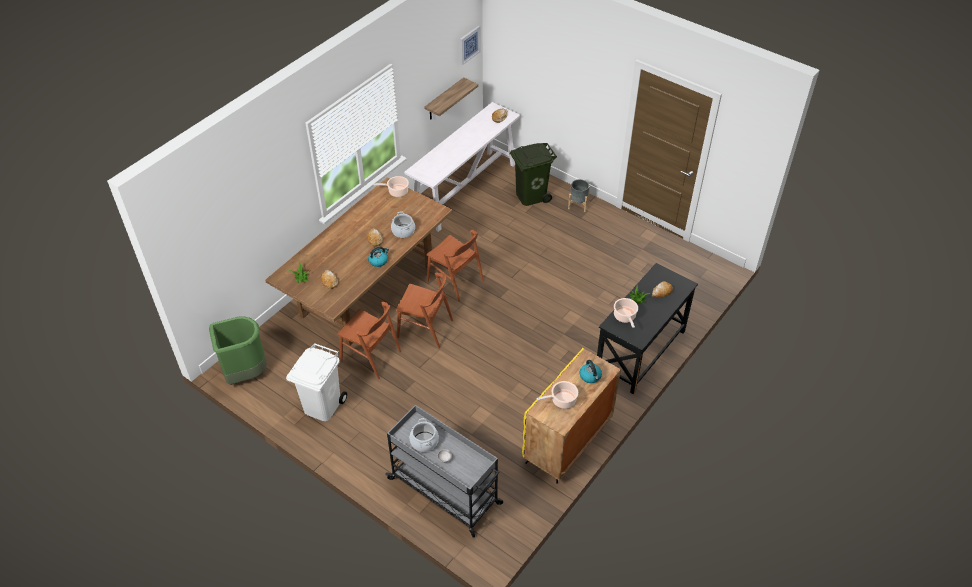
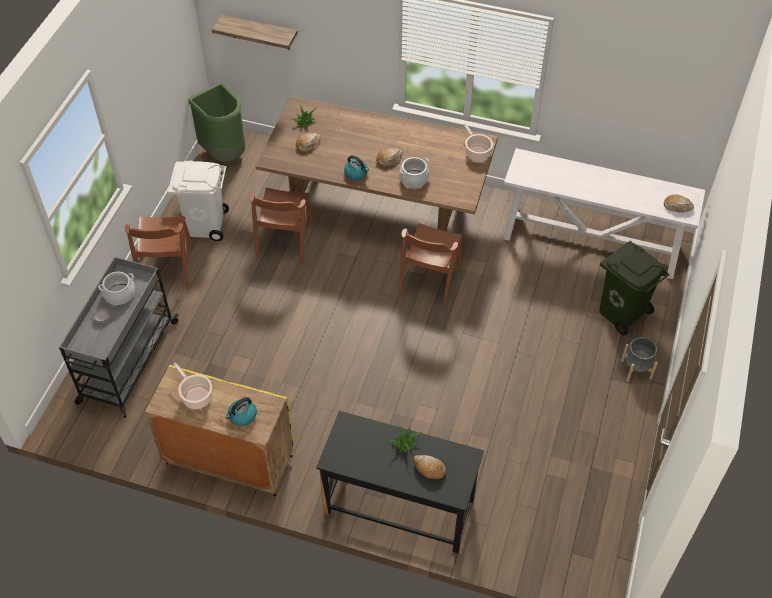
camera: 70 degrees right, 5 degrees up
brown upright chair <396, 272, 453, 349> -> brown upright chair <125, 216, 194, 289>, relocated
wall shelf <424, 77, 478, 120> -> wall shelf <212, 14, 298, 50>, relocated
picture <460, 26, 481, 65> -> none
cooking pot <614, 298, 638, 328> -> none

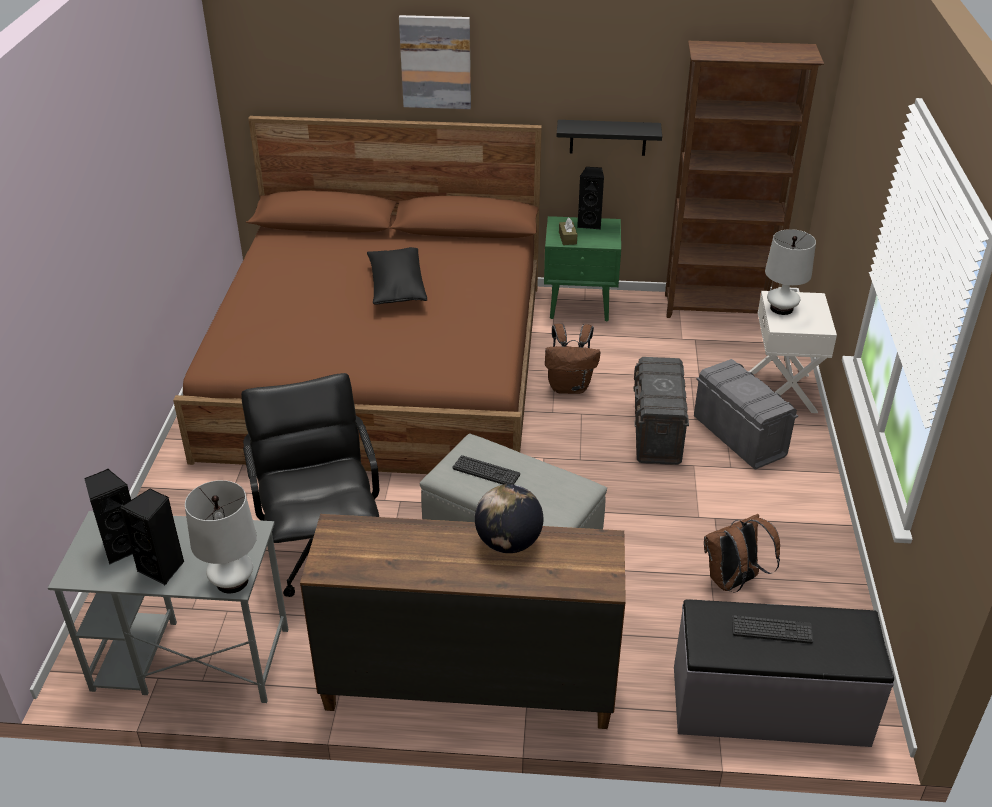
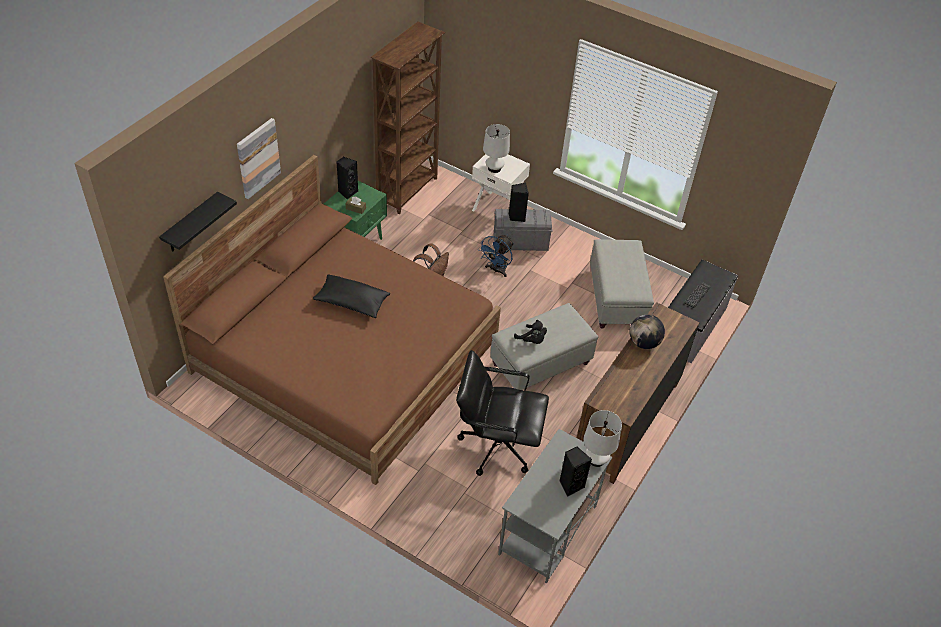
camera: 65 degrees left, 10 degrees up
blackish wall shelf <557, 120, 662, 156> -> blackish wall shelf <159, 192, 237, 252>, relocated
gray storage bin <633, 357, 689, 465> -> blue fan <478, 235, 514, 277>
blackish speaker <84, 469, 132, 565> -> blackish speaker <509, 183, 529, 222>, relocated
keyboard <453, 455, 520, 485> -> blackish cuddly toy <514, 320, 547, 344>
brown backpack <704, 514, 780, 592> -> gray footrest <590, 239, 654, 329>

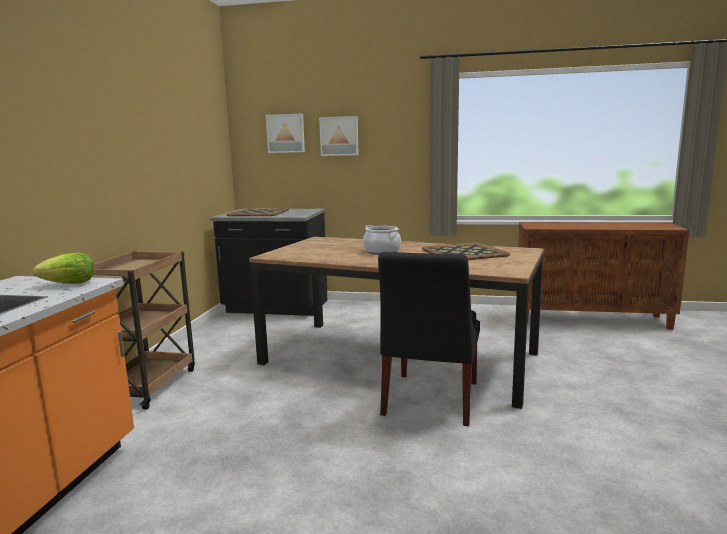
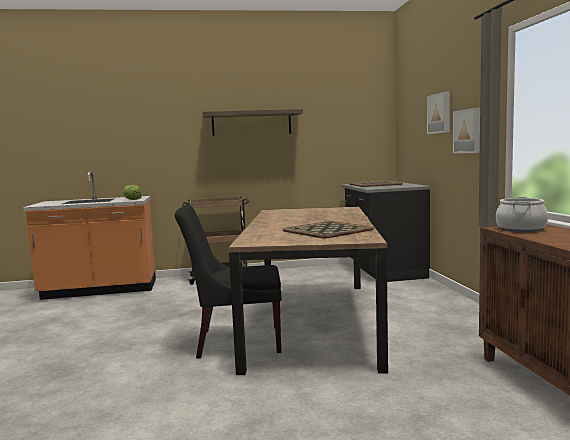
camera: 70 degrees right, 5 degrees down
none -> wall shelf <203, 109, 303, 136>
picture <266, 114, 305, 153> -> picture <453, 108, 480, 153>, relocated
cooking pot <363, 225, 401, 255> -> cooking pot <496, 196, 548, 232>, relocated

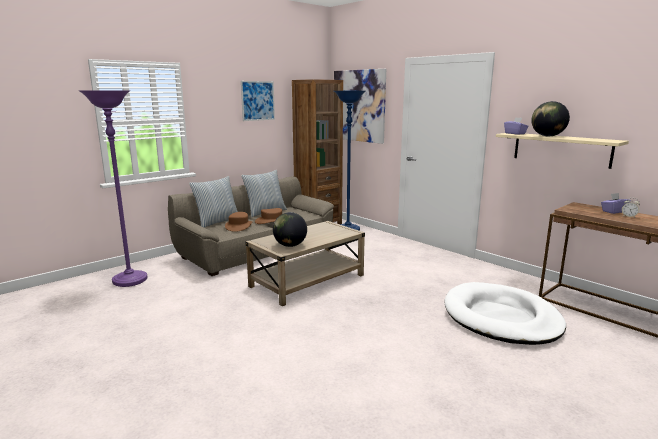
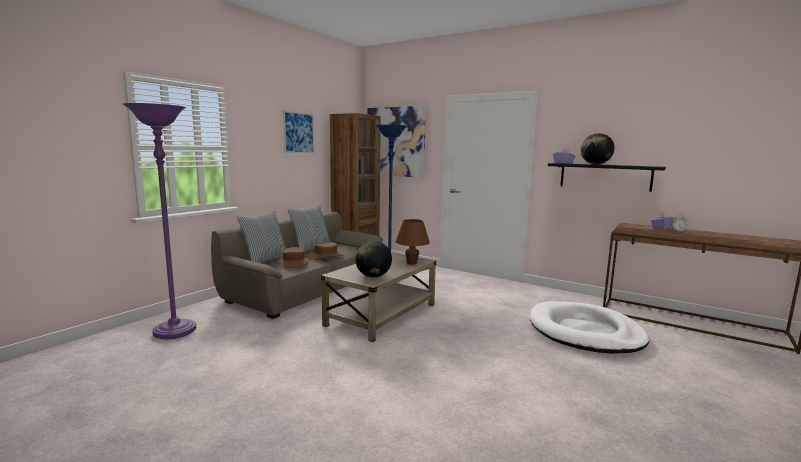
camera: 15 degrees left, 5 degrees down
none -> brown tabletop lamp <396, 219, 430, 265>
sand-coloured wall shelf <496, 133, 629, 169> -> blackish wall shelf <548, 163, 666, 192>

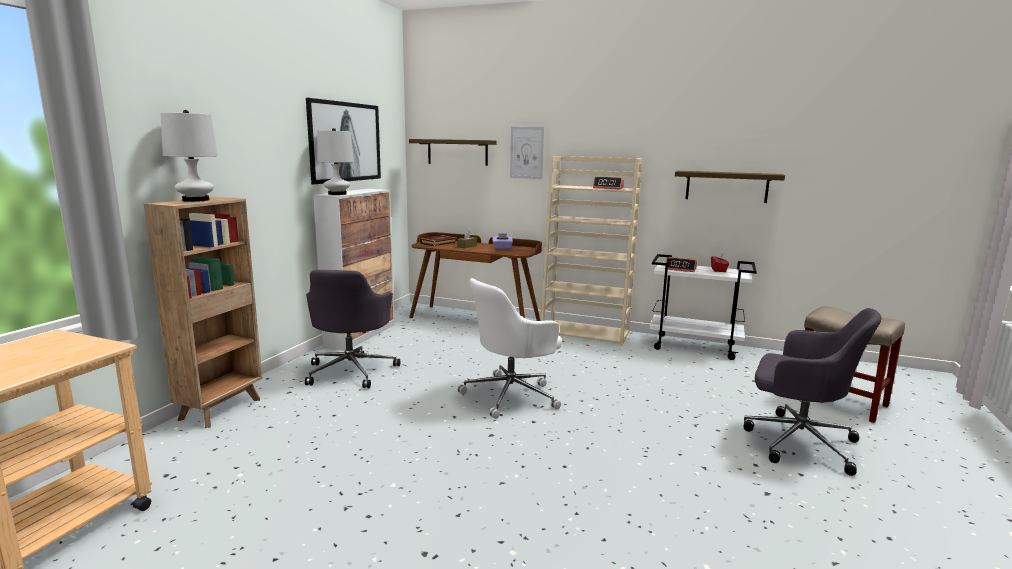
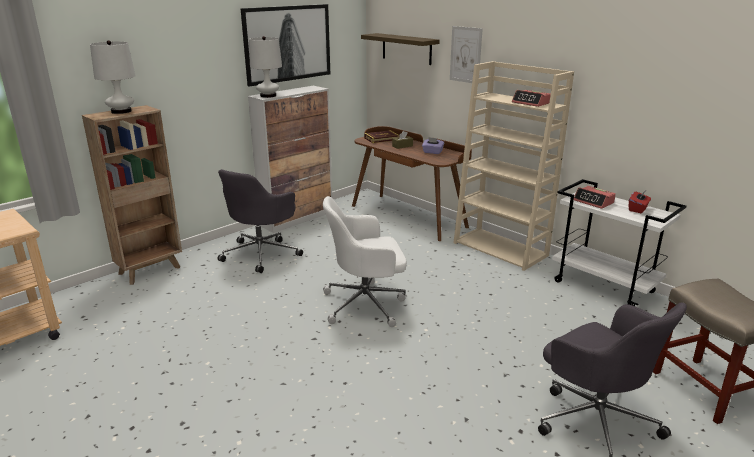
camera: 25 degrees right, 10 degrees up
wall shelf <675, 171, 785, 203> -> none

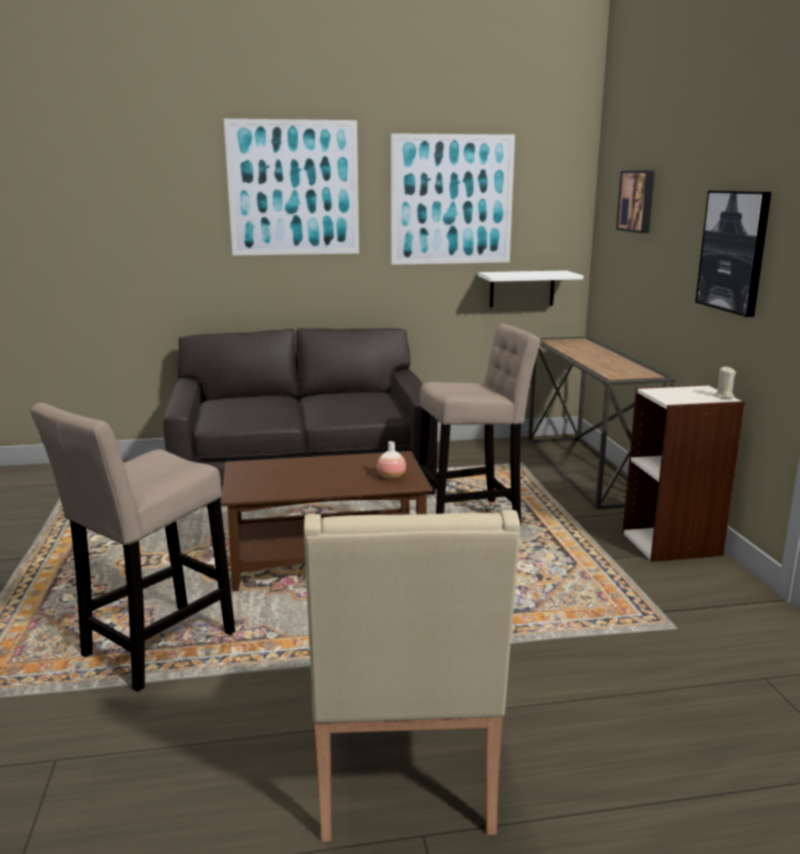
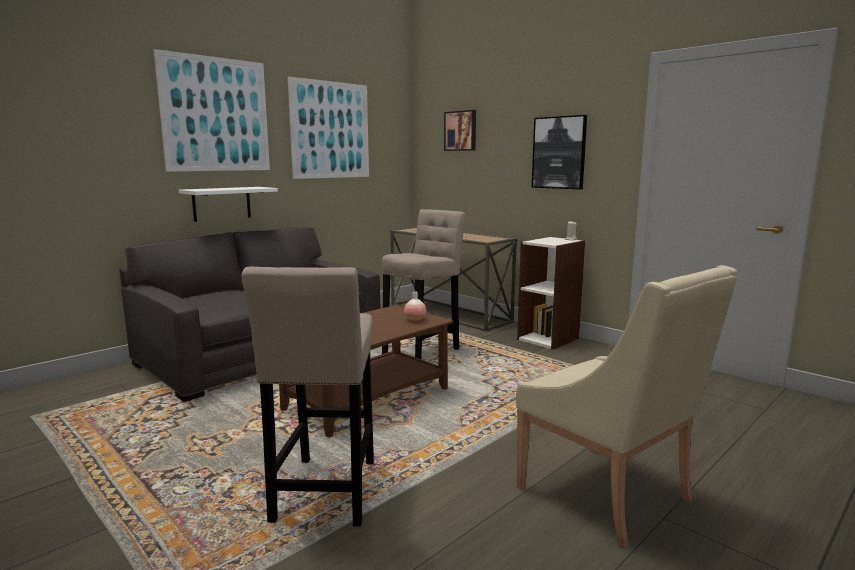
camera: 35 degrees left, 5 degrees down
white wall shelf <478, 270, 583, 307> -> white wall shelf <179, 187, 278, 222>, relocated

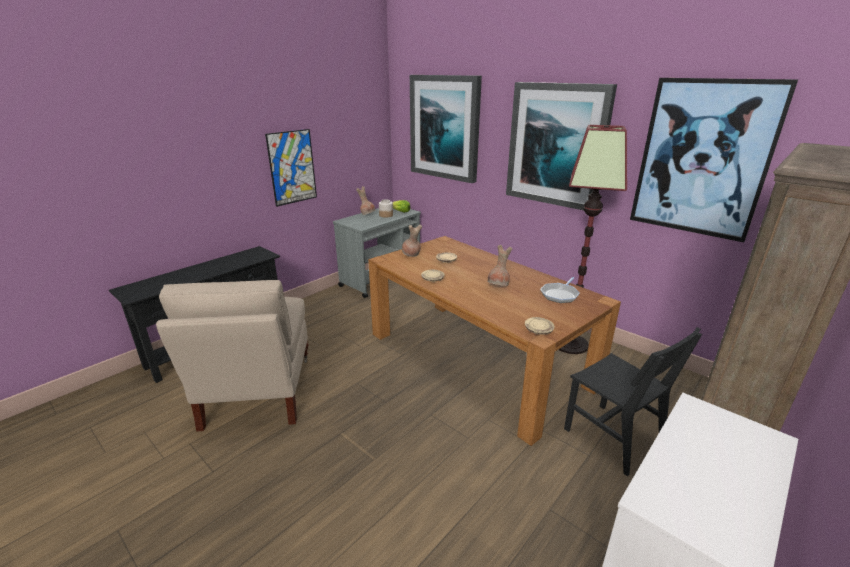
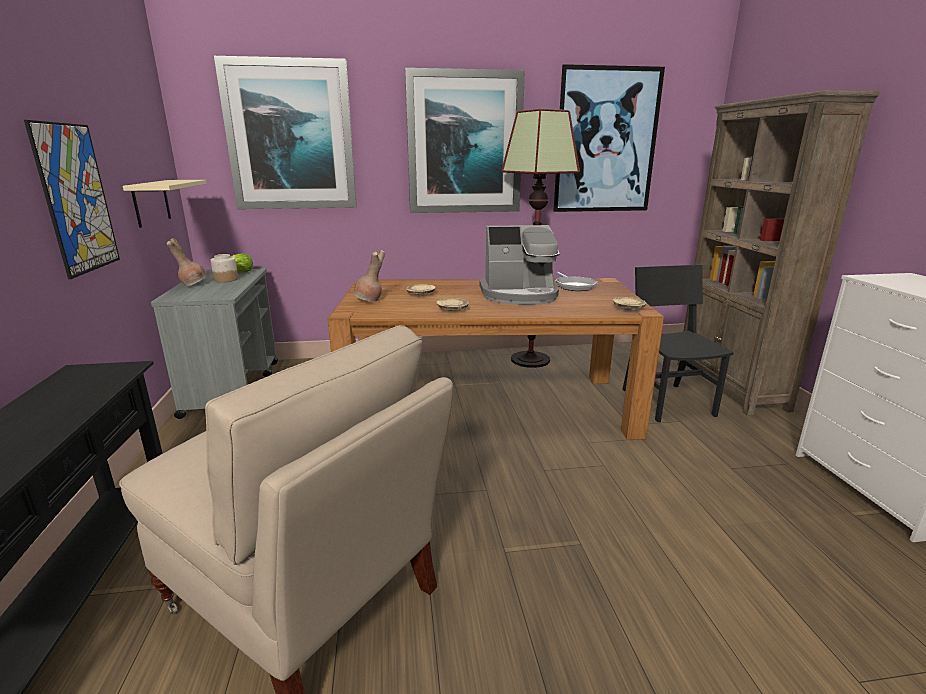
camera: 50 degrees left, 5 degrees down
none -> sand-coloured wall shelf <123, 180, 207, 228>
brown vase <488, 245, 512, 286> -> coffee brewer <479, 225, 560, 305>
blackish upright chair <564, 327, 702, 476> -> blackish upright chair <622, 265, 734, 422>, 105 degrees counterclockwise

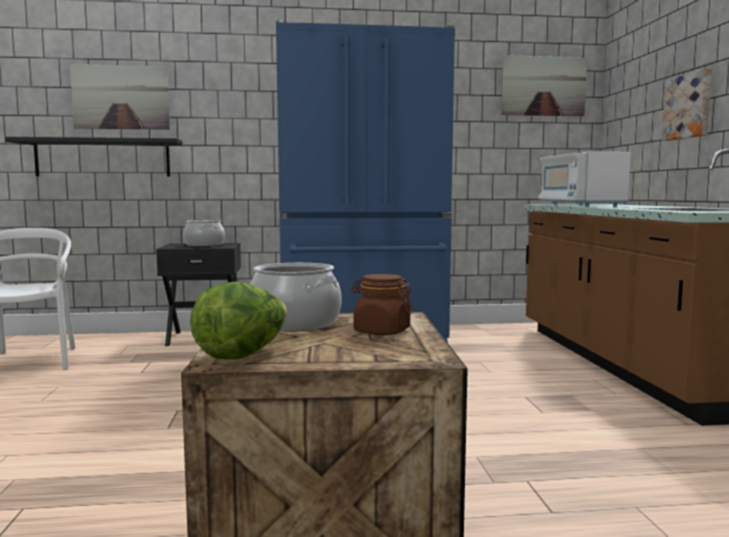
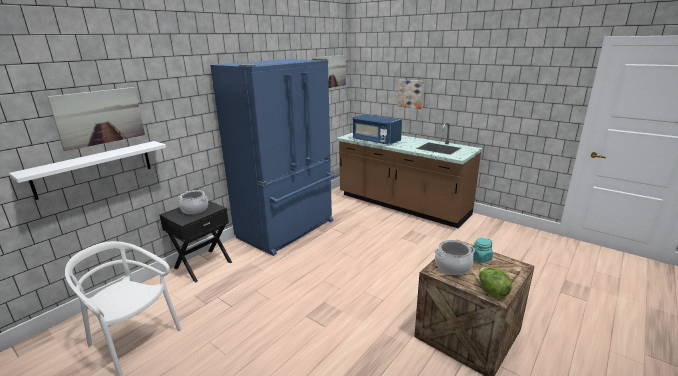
camera: 45 degrees left, 15 degrees up
blackish wall shelf <5, 137, 183, 177> -> white wall shelf <9, 141, 166, 200>
white microwave oven <539, 152, 631, 207> -> blue microwave oven <353, 114, 402, 145>
brown preserve jar <351, 274, 413, 335> -> turquoise preserve jar <471, 238, 493, 263>

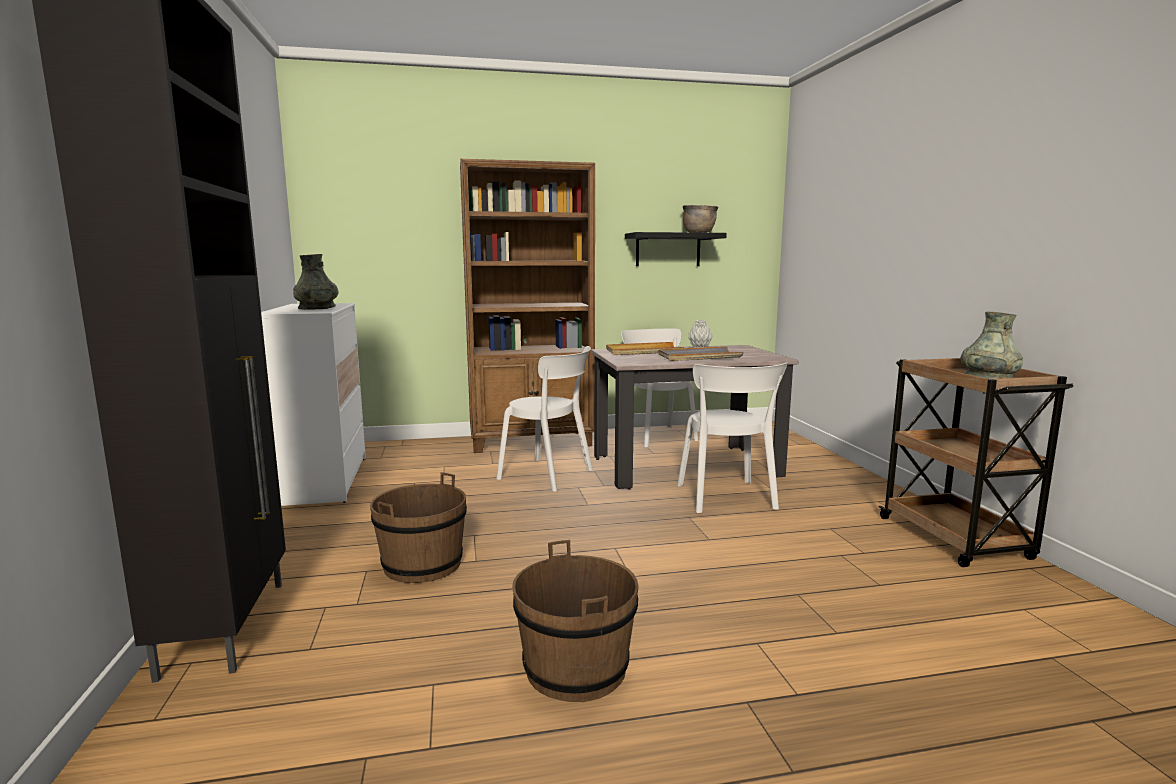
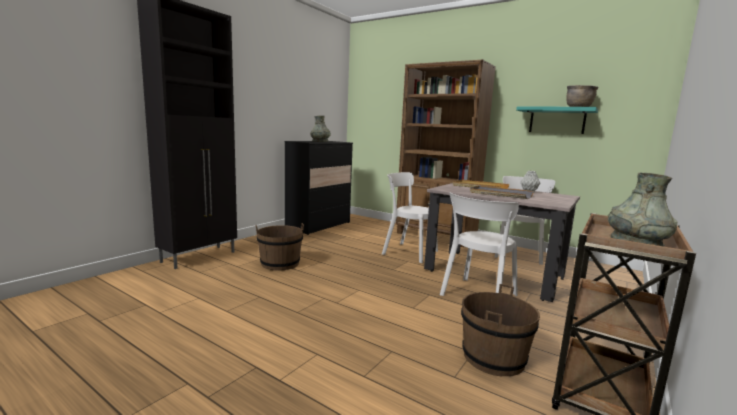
camera: 45 degrees right, 0 degrees up
white chest of drawers <261, 303, 366, 506> -> blackish chest of drawers <284, 141, 353, 235>
white upright chair <496, 346, 593, 492> -> white upright chair <382, 172, 438, 263>, 135 degrees clockwise
brown bucket <512, 540, 639, 702> -> brown bucket <461, 284, 540, 376>, relocated
blackish wall shelf <625, 232, 727, 266> -> turquoise wall shelf <516, 106, 598, 134>

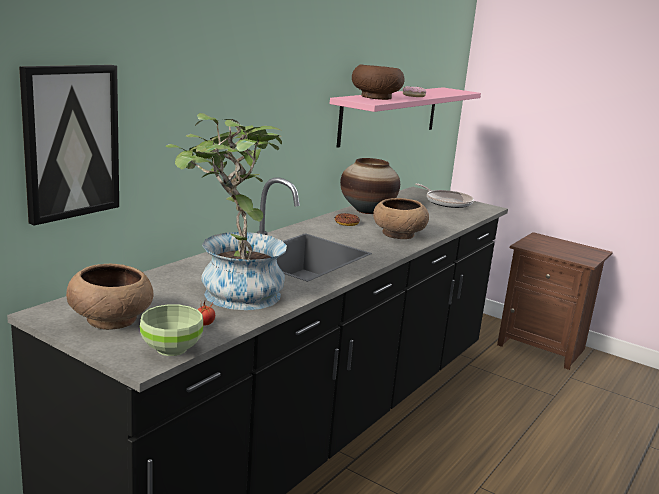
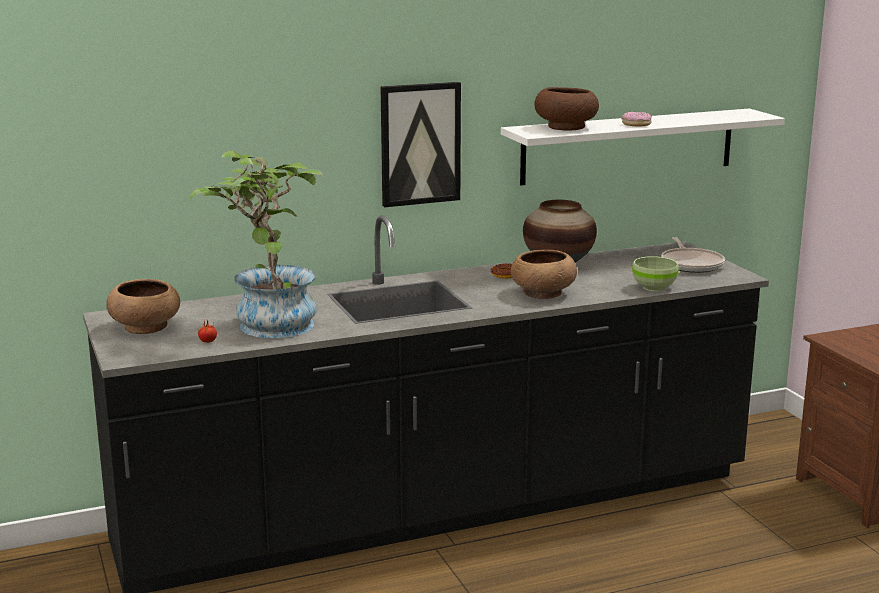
camera: 35 degrees right, 0 degrees up
picture <19, 65, 119, 226> -> picture <380, 82, 461, 207>, relocated
pink wall shelf <330, 87, 481, 148> -> white wall shelf <501, 108, 785, 185>
green-coloured bowl <140, 305, 203, 356> -> green-coloured bowl <632, 256, 679, 291>, relocated

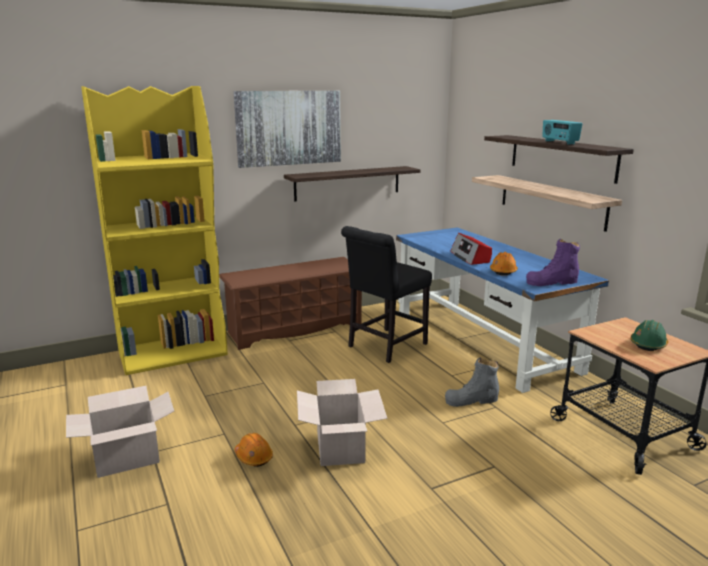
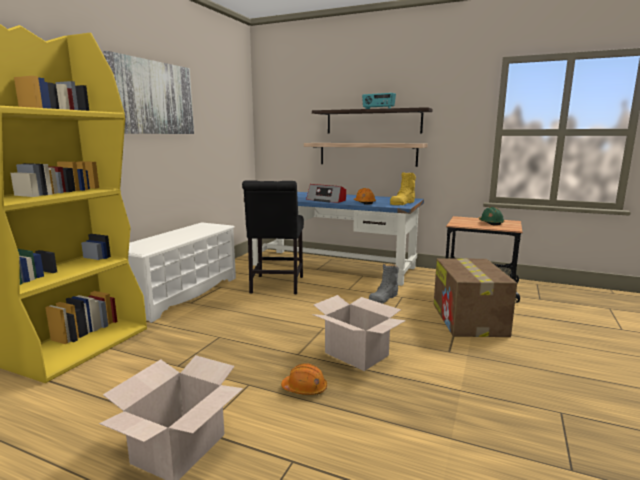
camera: 40 degrees left, 5 degrees down
brown shoe shelf <219, 257, 362, 350> -> white shoe shelf <128, 222, 236, 323>
purple-coloured tall boot <526, 239, 580, 286> -> yellow tall boot <390, 172, 416, 205>
none -> carton <434, 258, 517, 337>
wall shelf <284, 166, 420, 202> -> none

